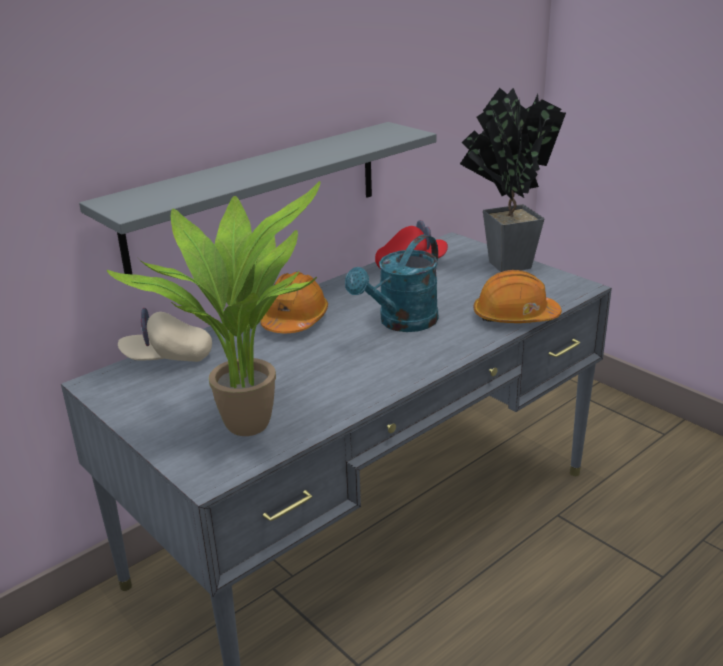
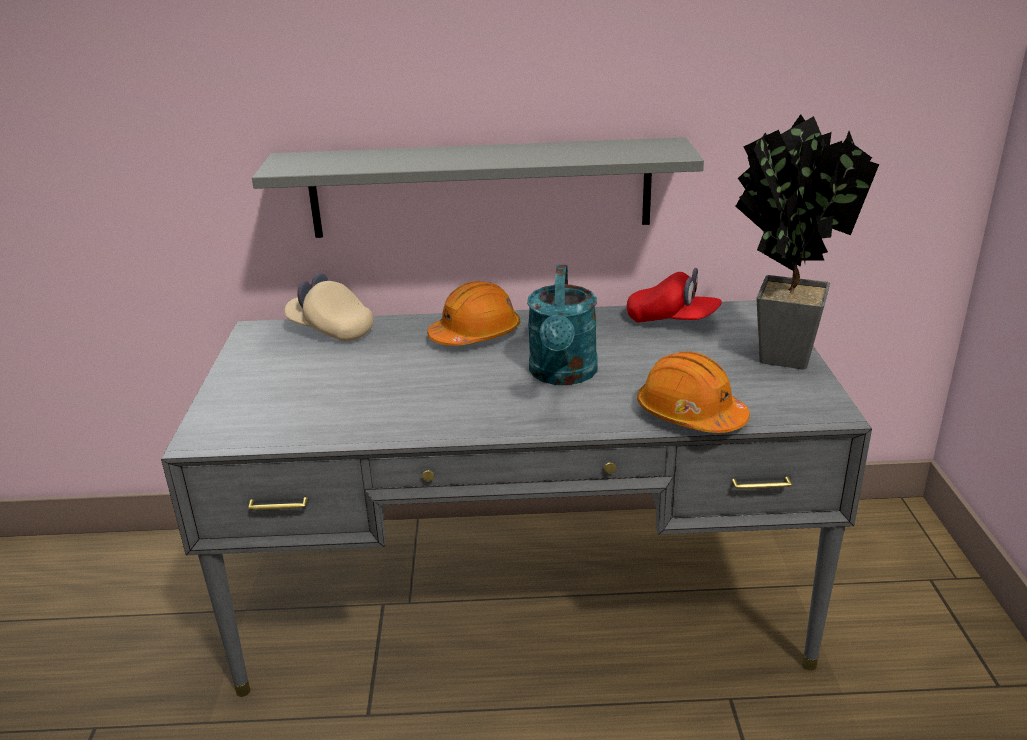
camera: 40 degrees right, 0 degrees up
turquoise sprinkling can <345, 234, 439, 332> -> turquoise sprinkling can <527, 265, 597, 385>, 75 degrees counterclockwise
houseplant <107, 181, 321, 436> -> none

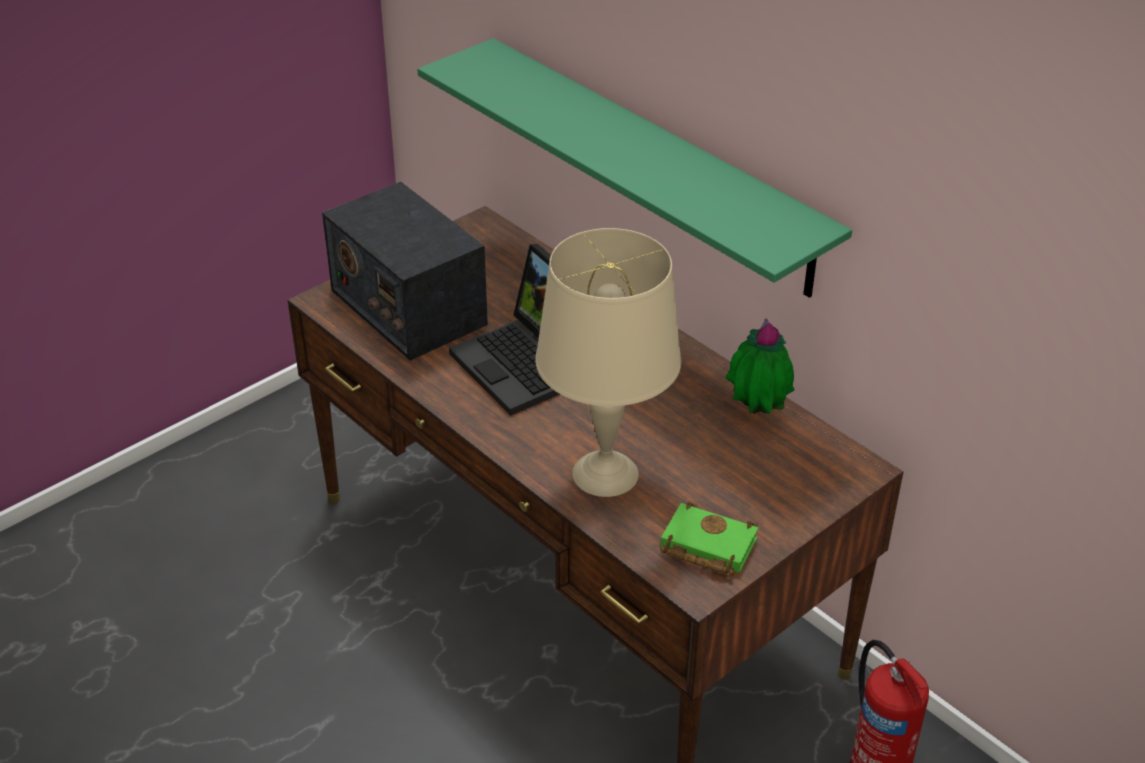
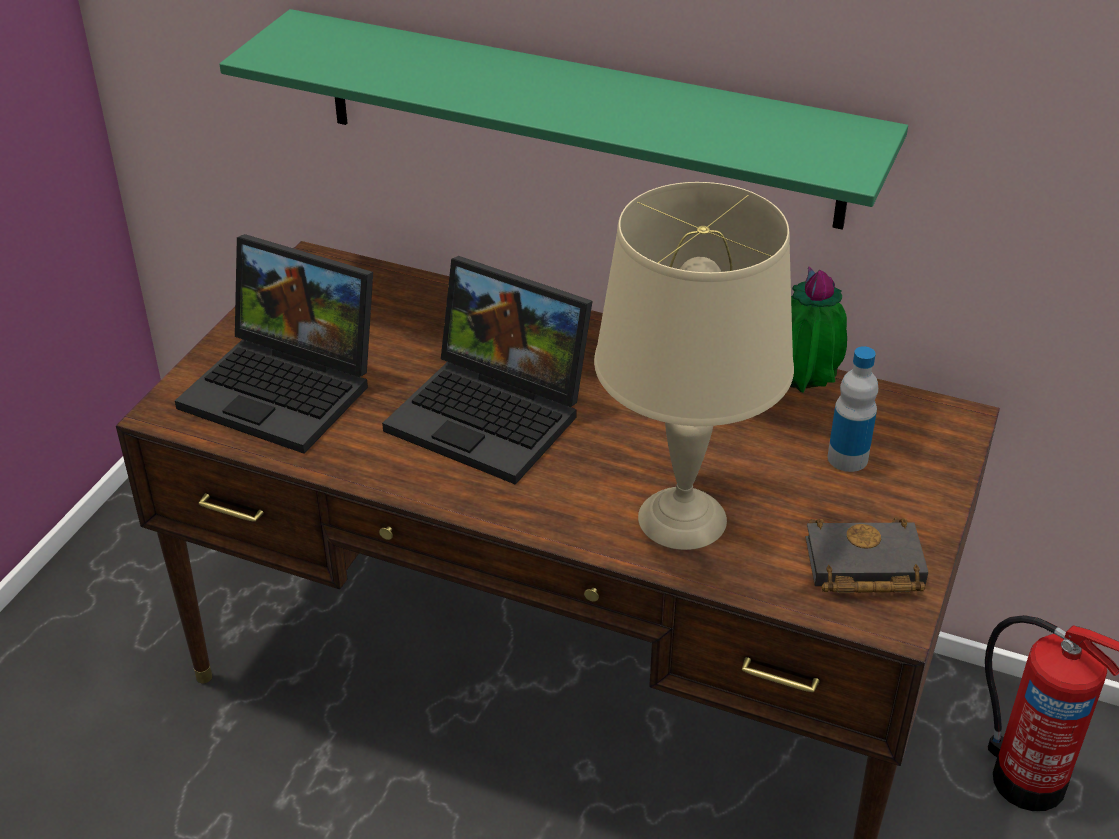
camera: 25 degrees left, 0 degrees up
radio <322, 182, 488, 361> -> laptop <175, 234, 373, 454>
green-coloured bound book <661, 502, 758, 575> -> blackish bound book <805, 518, 928, 593>
none -> drink bottle <828, 346, 878, 472>

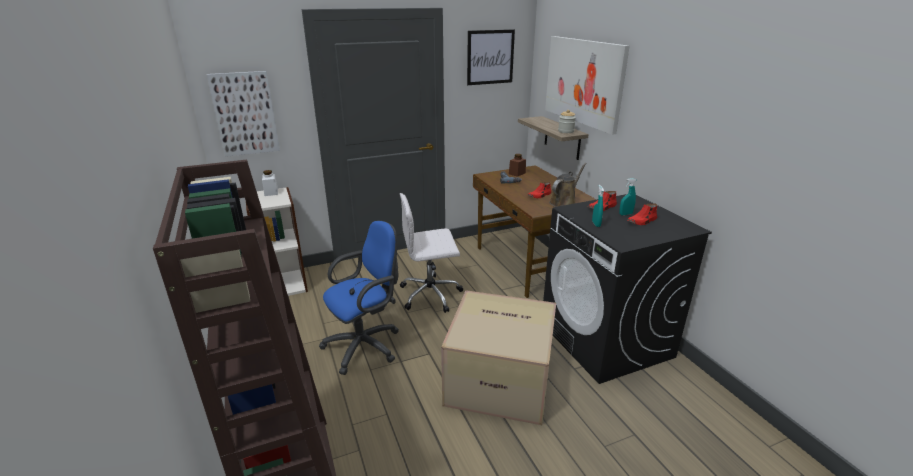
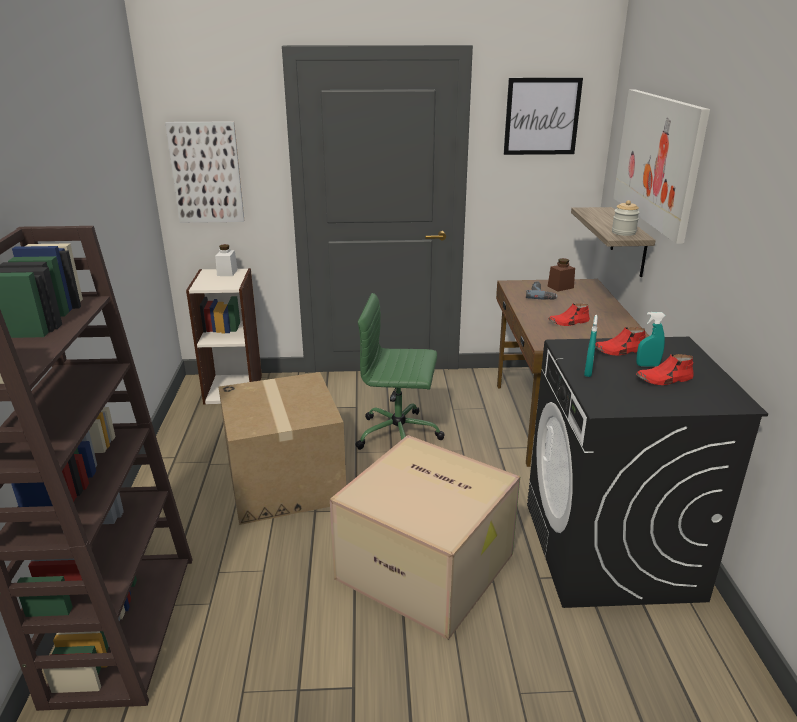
camera: 20 degrees right, 0 degrees up
blue computer chair <319, 221, 399, 375> -> carton <219, 372, 346, 525>
white computer chair <400, 193, 463, 313> -> green-coloured computer chair <355, 293, 445, 450>
brown sprinkling can <549, 163, 587, 207> -> none

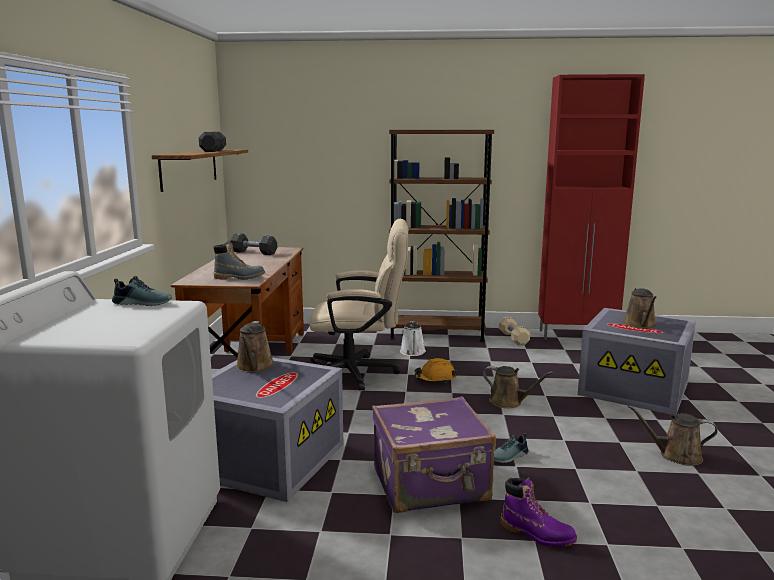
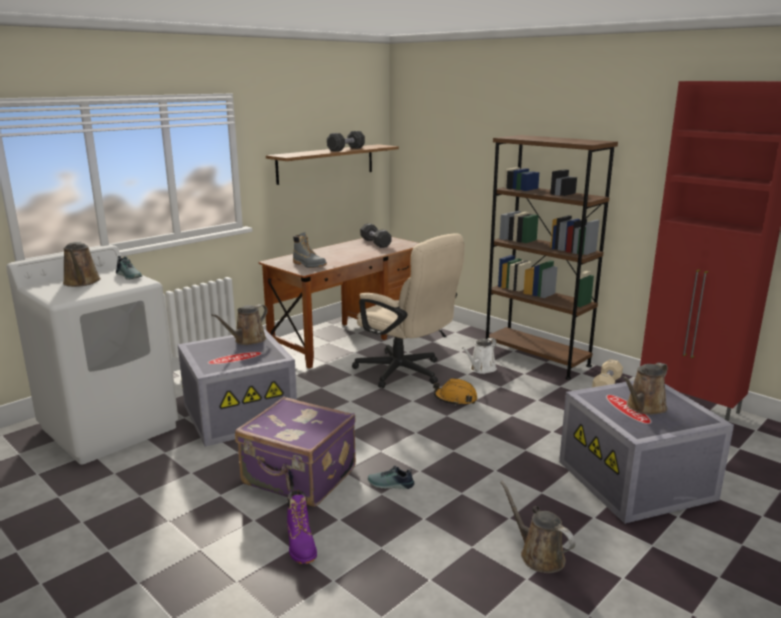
camera: 40 degrees right, 5 degrees up
brown sprinkling can <483, 366, 553, 408> -> brown sprinkling can <63, 241, 101, 287>, relocated

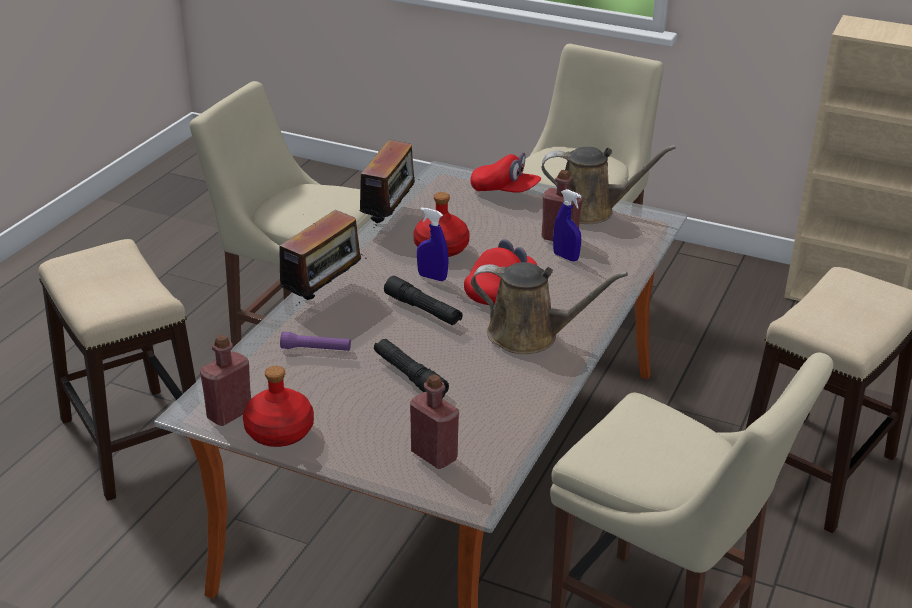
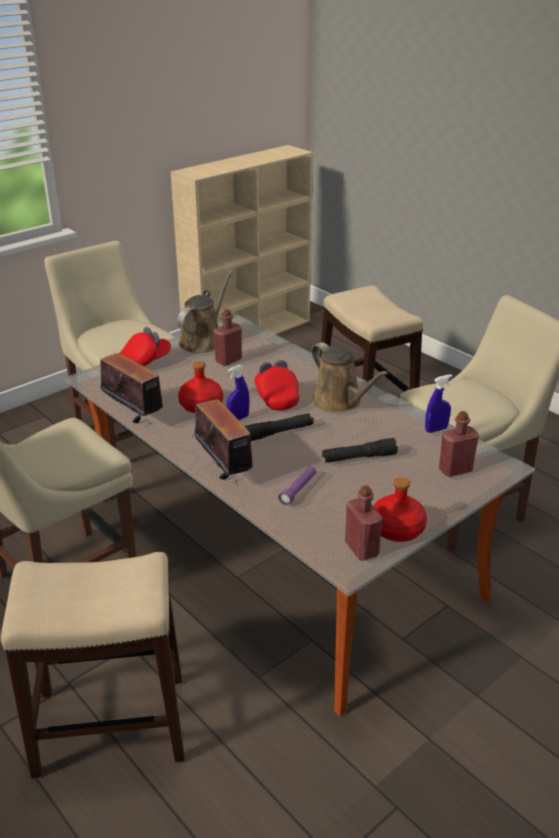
camera: 65 degrees left, 0 degrees up
brown sprinkling can <471, 262, 628, 354> -> brown sprinkling can <311, 342, 389, 412>, 105 degrees clockwise
blue hand sprayer <553, 189, 581, 261> -> blue hand sprayer <425, 374, 452, 433>, relocated

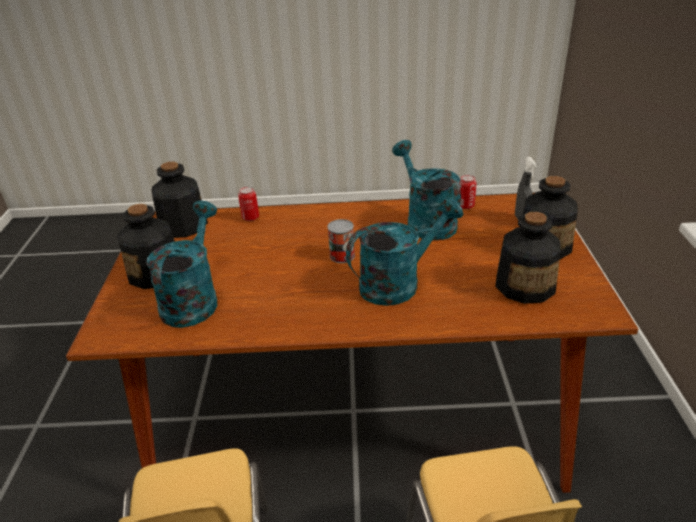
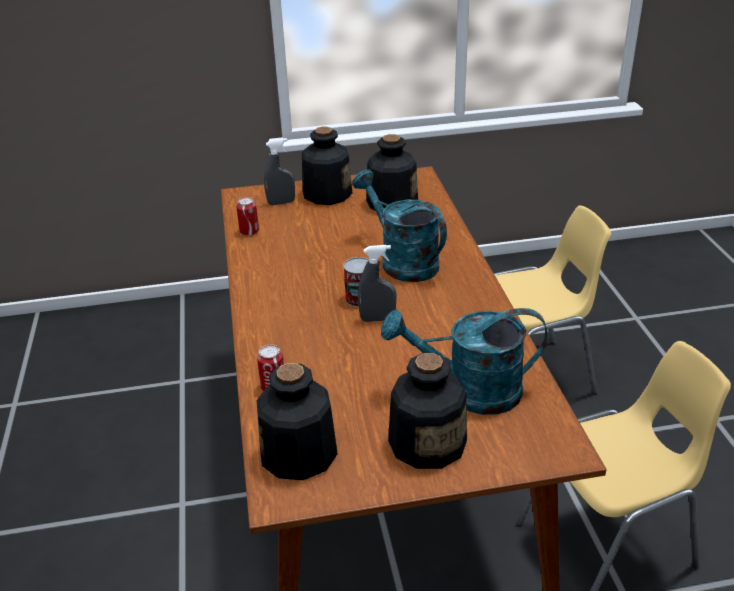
camera: 100 degrees left, 0 degrees up
none -> gray hand sprayer <358, 245, 397, 322>
turquoise sprinkling can <392, 140, 461, 240> -> none

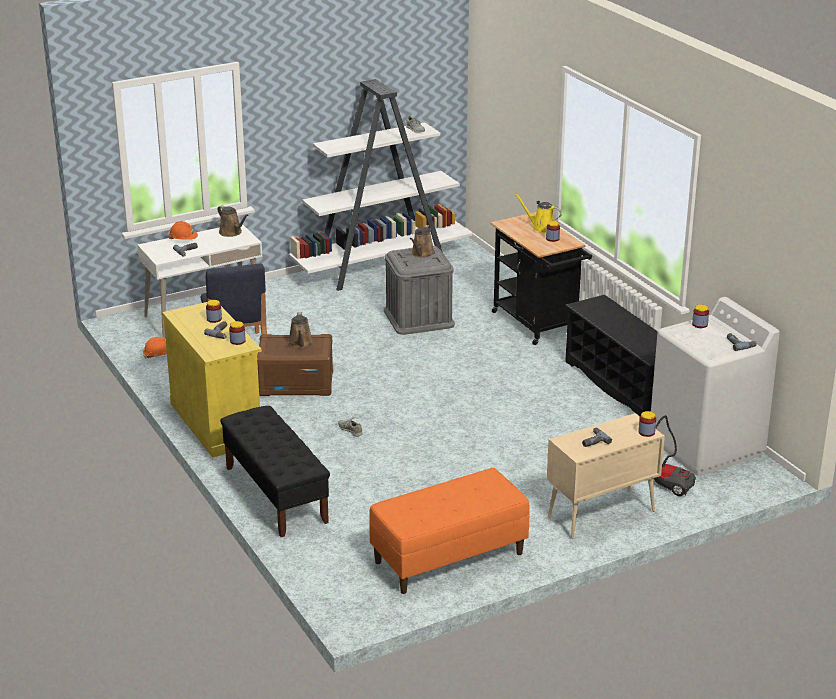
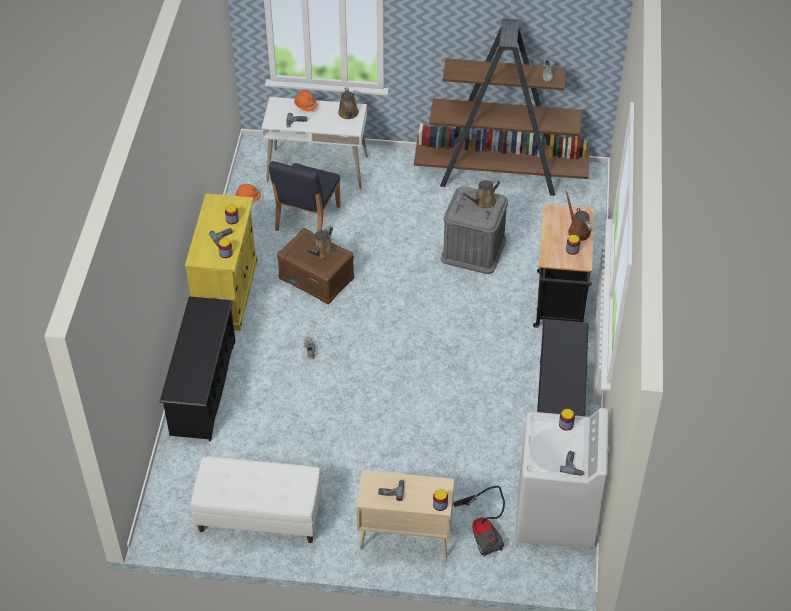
camera: 35 degrees right, 20 degrees up
blackish long seat <220, 406, 330, 537> -> blackish shoe shelf <159, 296, 235, 441>
orange-coloured long seat <369, 468, 530, 594> -> white long seat <190, 456, 322, 543>
white bookcase <289, 79, 473, 291> -> brown bookcase <414, 19, 590, 196>
yellow sprinkling can <515, 193, 562, 233> -> brown sprinkling can <565, 191, 592, 241>

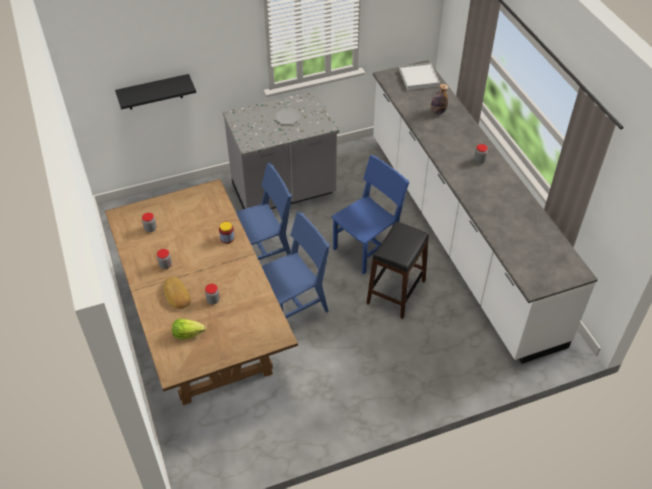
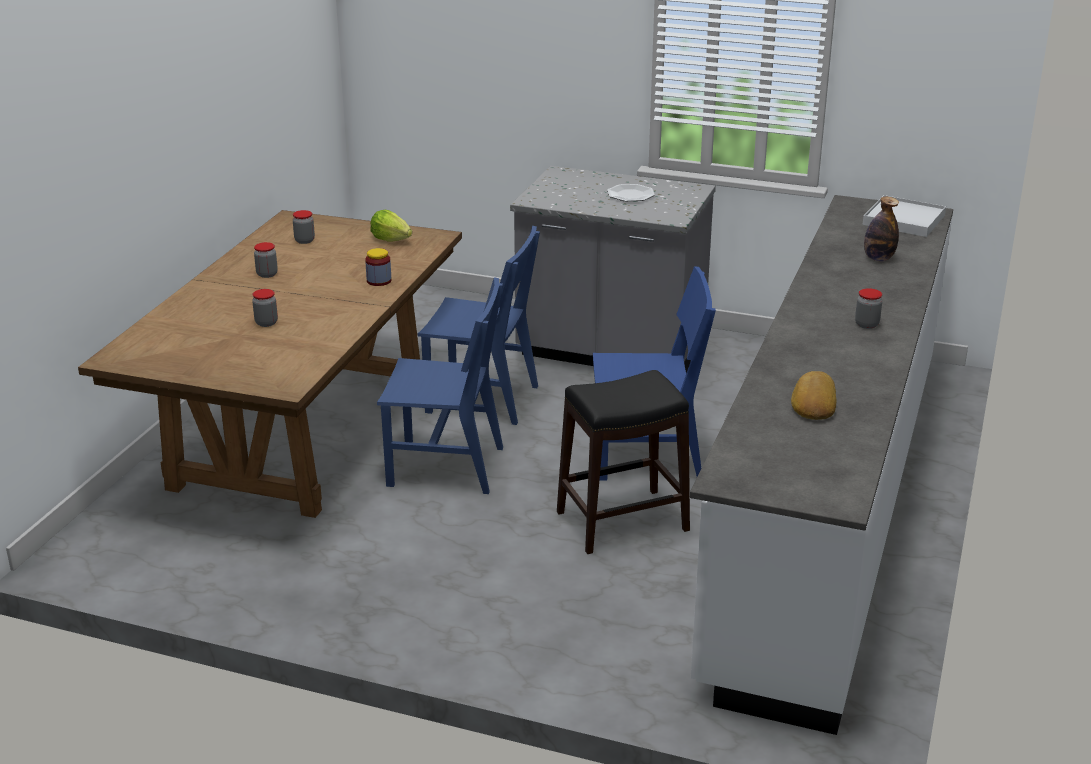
camera: 40 degrees right, 20 degrees down
head of lettuce <172, 319, 206, 339> -> head of lettuce <370, 210, 412, 241>, relocated
bakery bread <164, 277, 191, 309> -> bakery bread <791, 371, 837, 420>, relocated
blackish wall shelf <115, 74, 196, 110> -> none

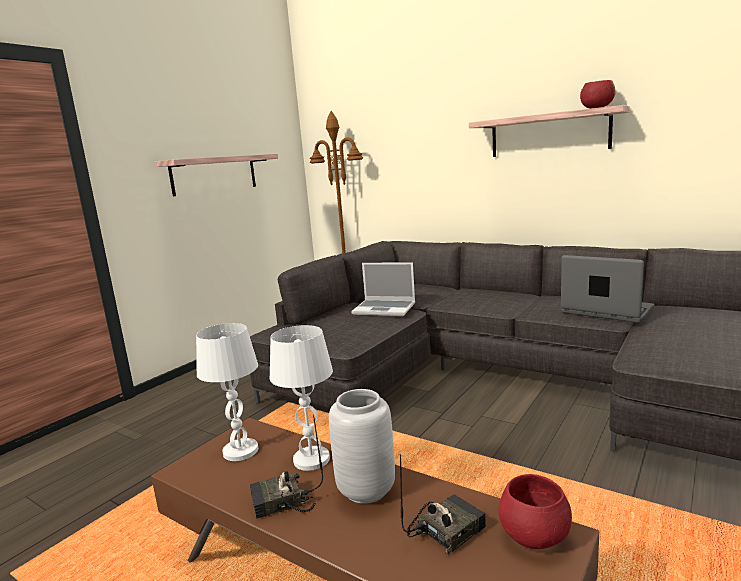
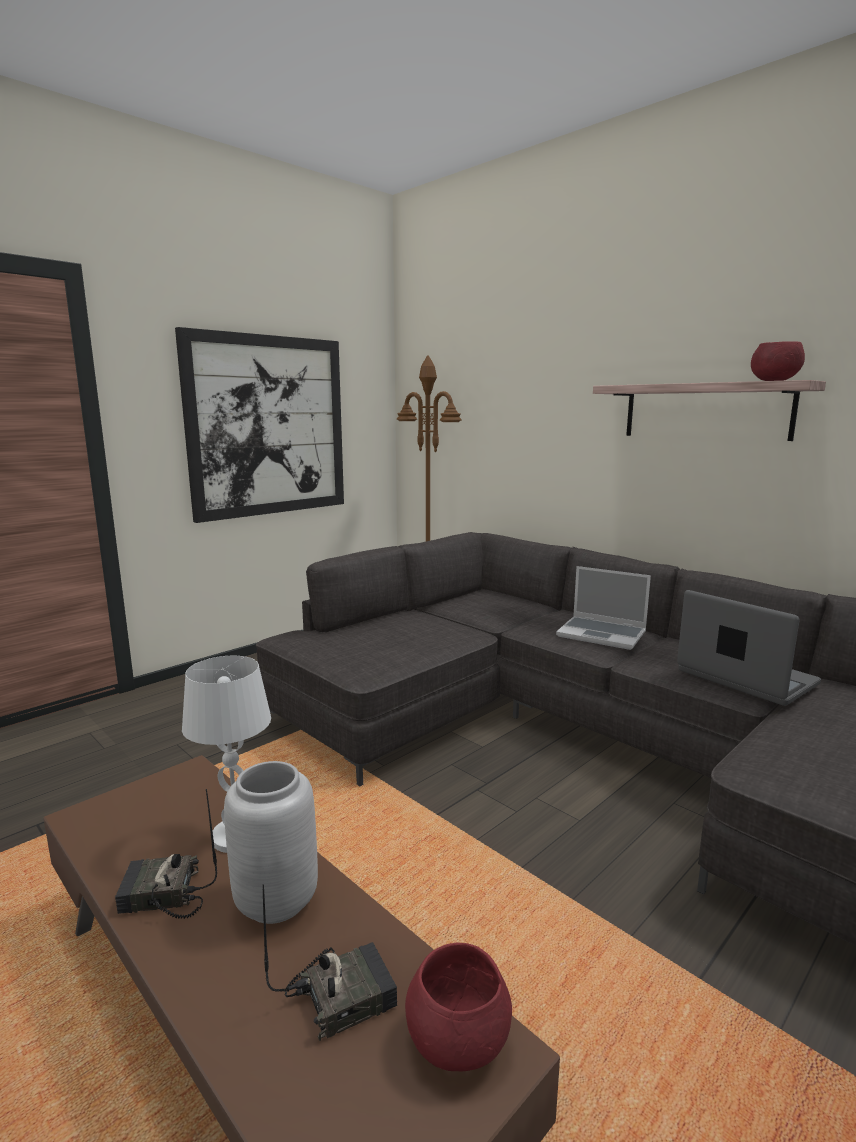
camera: 10 degrees right, 0 degrees up
wall shelf <155, 154, 278, 197> -> picture <175, 327, 344, 523>
laptop <351, 262, 415, 316> -> laptop <556, 566, 651, 650>, relocated
white tabletop lamp <196, 323, 258, 461> -> none

